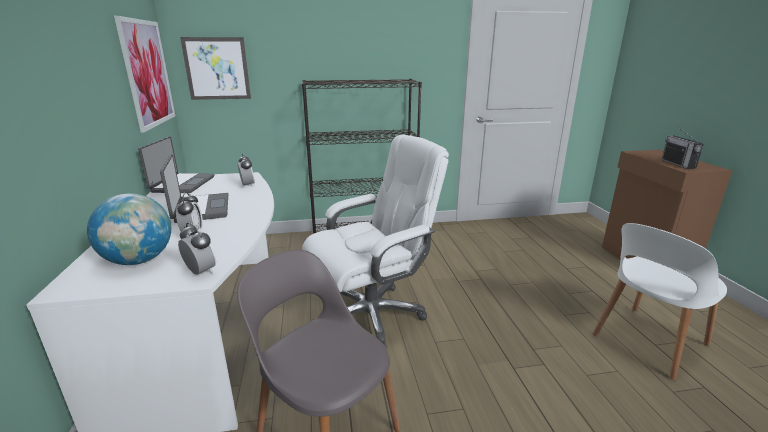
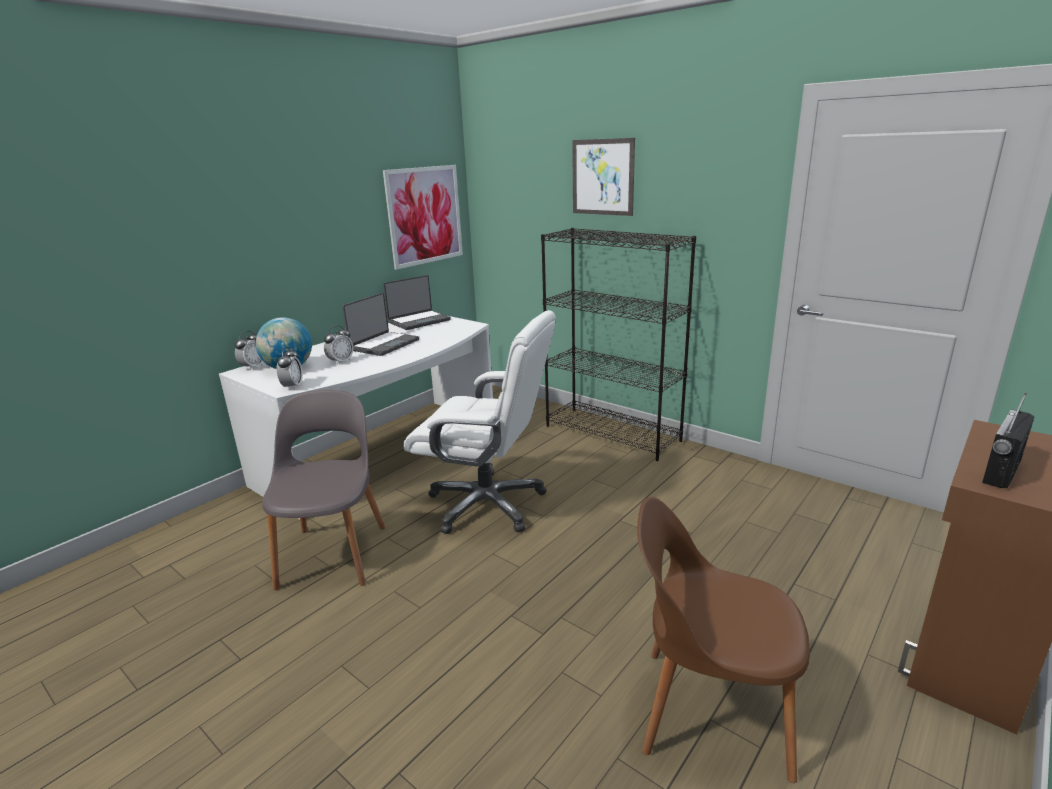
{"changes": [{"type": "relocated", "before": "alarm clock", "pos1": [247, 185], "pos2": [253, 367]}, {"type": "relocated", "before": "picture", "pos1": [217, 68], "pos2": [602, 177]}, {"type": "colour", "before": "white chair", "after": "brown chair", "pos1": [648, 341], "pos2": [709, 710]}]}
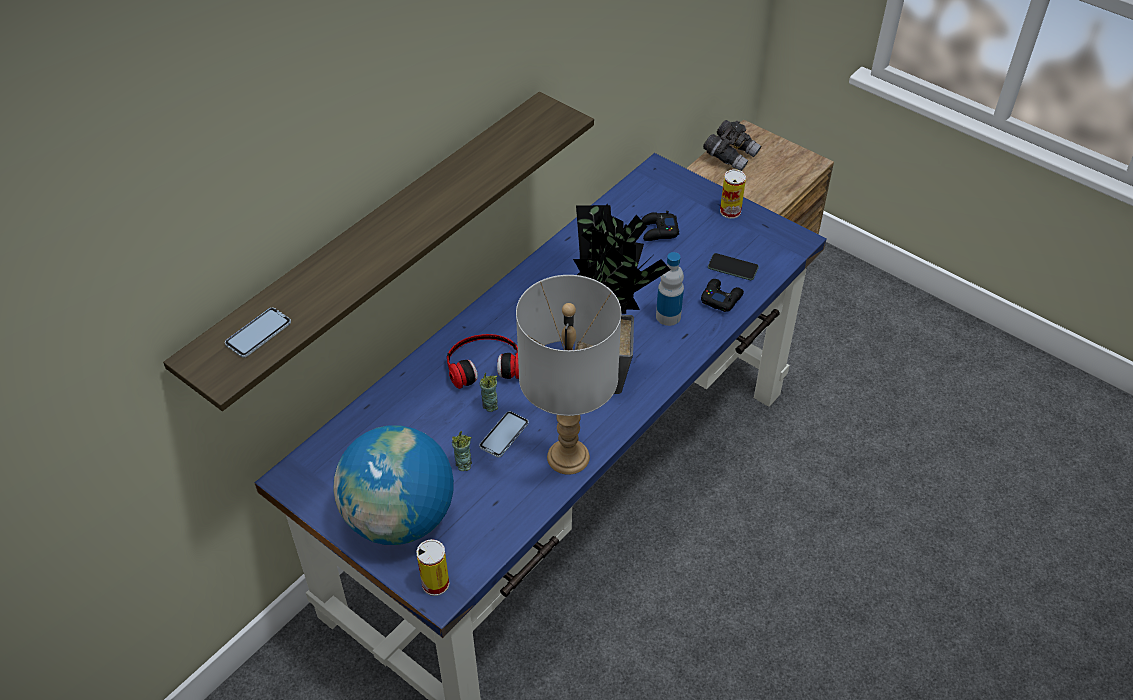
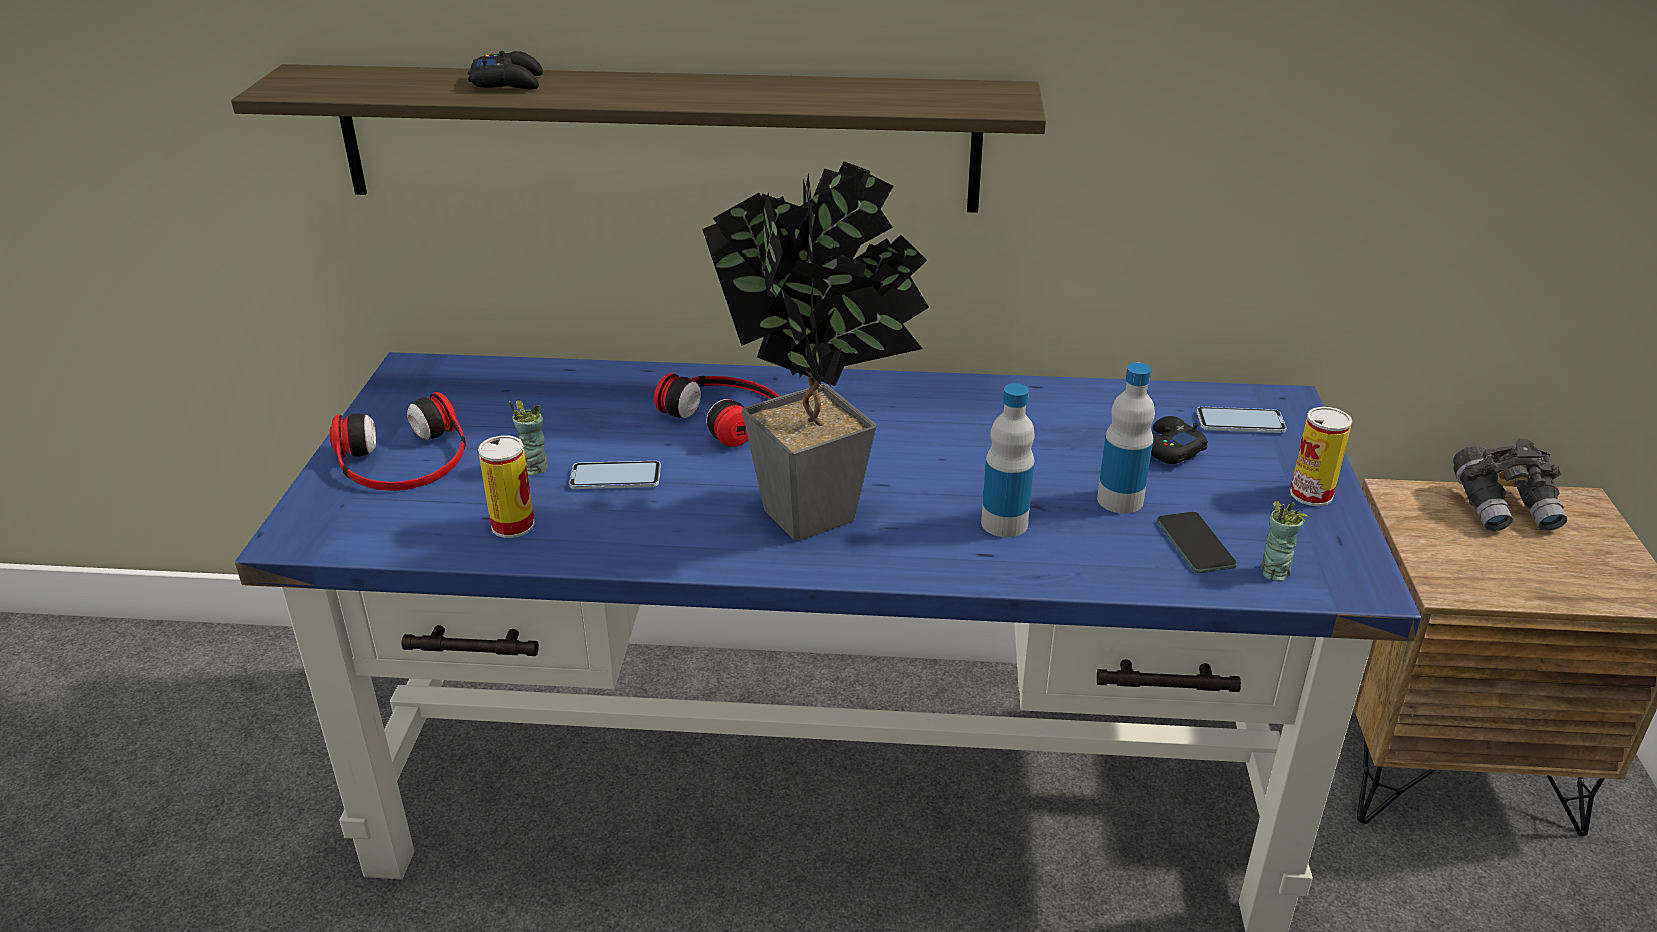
{"changes": [{"type": "exchanged", "before": "globe", "after": "headphones", "pos1": [400, 518], "pos2": [404, 459]}, {"type": "relocated", "before": "black game controller", "pos1": [721, 298], "pos2": [508, 82]}, {"type": "relocated", "before": "can", "pos1": [435, 583], "pos2": [513, 525]}, {"type": "appeared", "after": "bottle", "pos2": [1120, 500]}, {"type": "relocated", "before": "phone", "pos1": [258, 333], "pos2": [1240, 422]}, {"type": "relocated", "before": "cup", "pos1": [490, 405], "pos2": [1274, 572]}, {"type": "missing", "before": "grey table lamp", "pos1": [569, 457]}]}
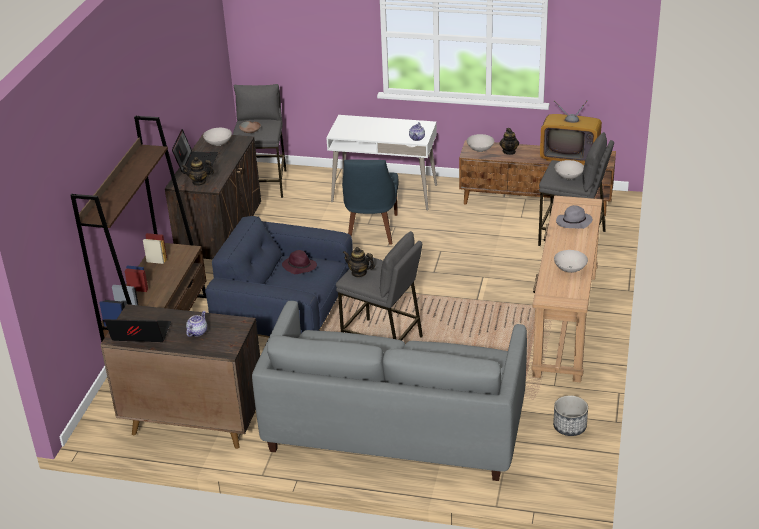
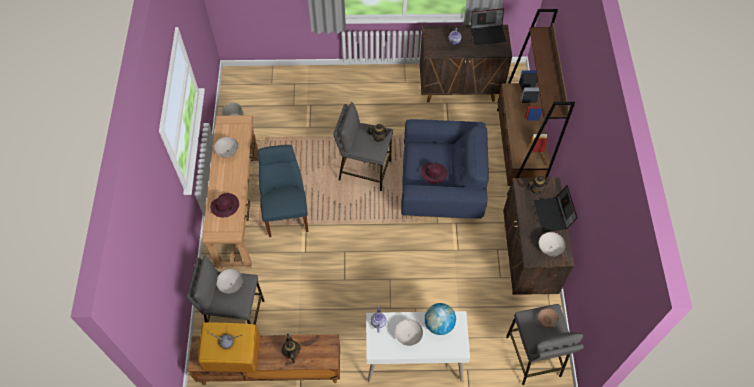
{"changes": [{"type": "colour", "before": "grey hat", "after": "purple hat", "pos1": [573, 222], "pos2": [225, 206]}, {"type": "relocated", "before": "blue chair", "pos1": [371, 230], "pos2": [286, 211]}, {"type": "relocated", "before": "white bowl", "pos1": [480, 150], "pos2": [409, 335]}, {"type": "appeared", "after": "globe", "pos2": [439, 324]}, {"type": "missing", "before": "grey sofa", "pos1": [394, 427]}]}
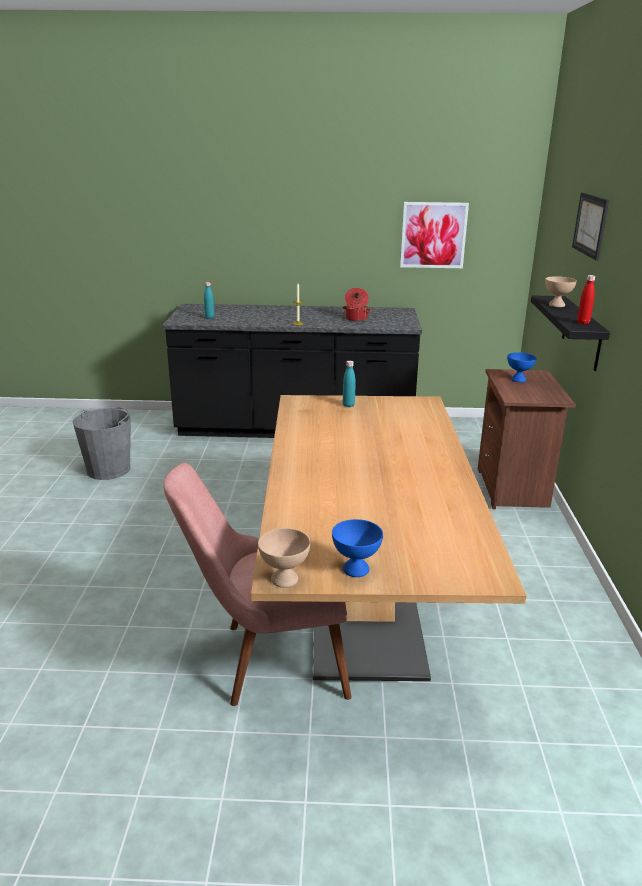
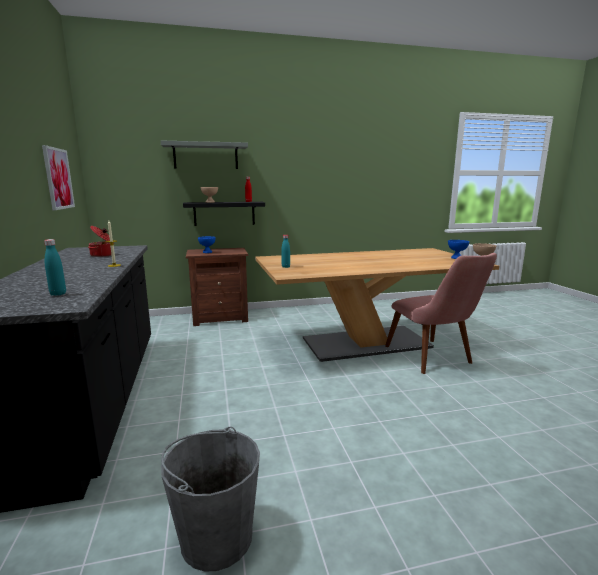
{"changes": [{"type": "exchanged", "before": "picture", "after": "grey shelf", "pos1": [590, 225], "pos2": [205, 156]}]}
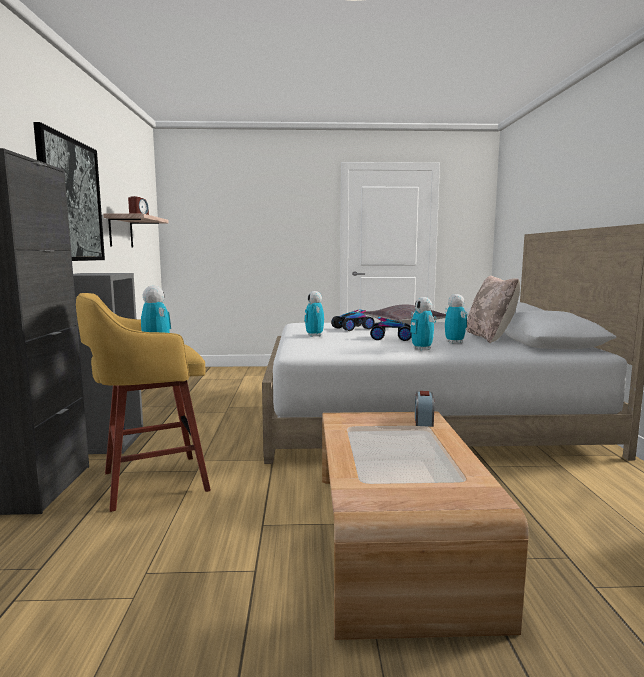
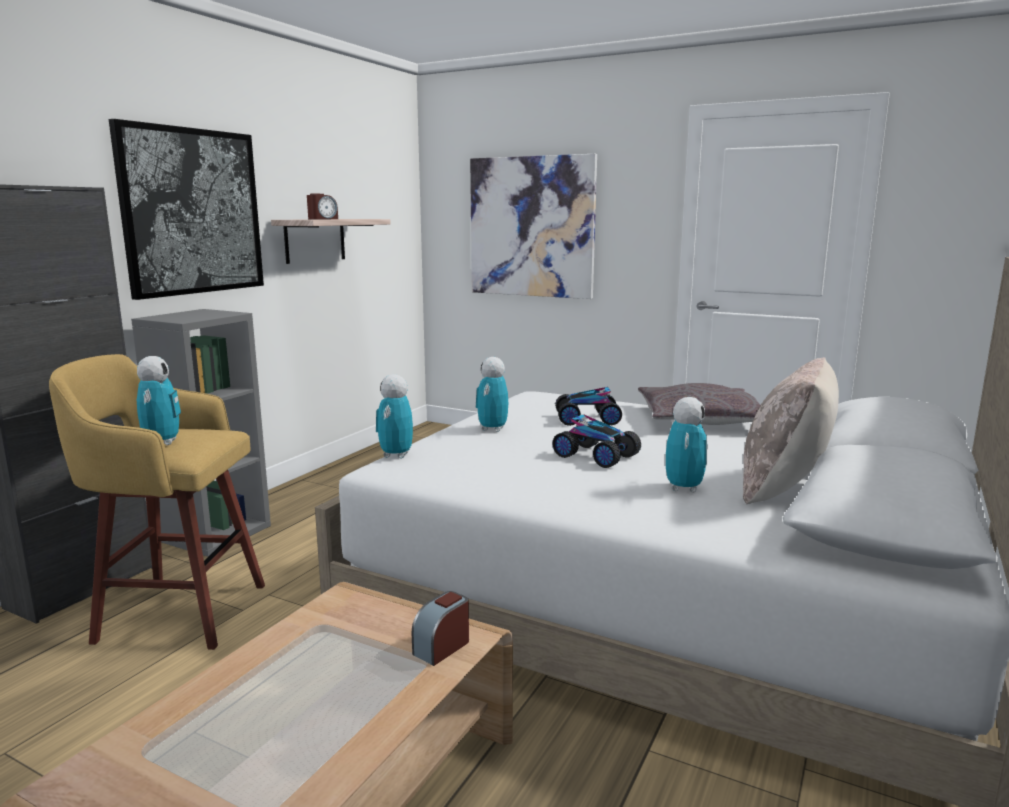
{"changes": [{"type": "relocated", "before": "toy robot", "pos1": [421, 349], "pos2": [396, 455]}, {"type": "appeared", "after": "picture", "pos2": [531, 227]}]}
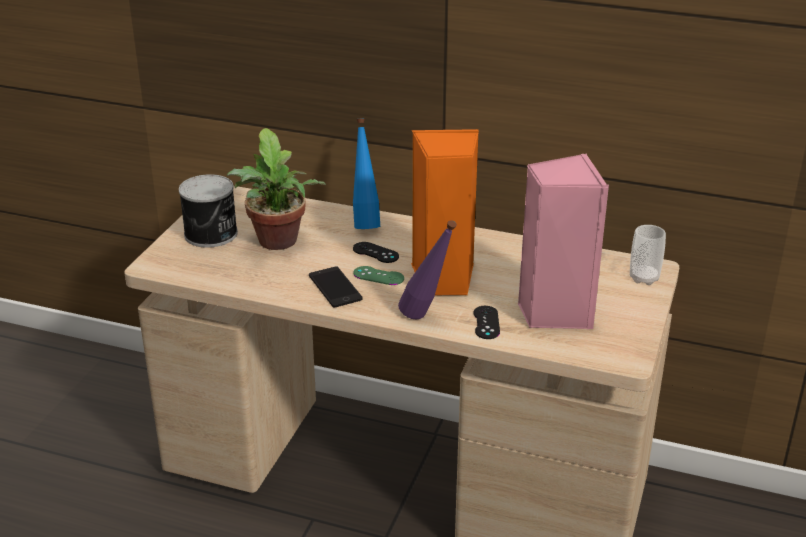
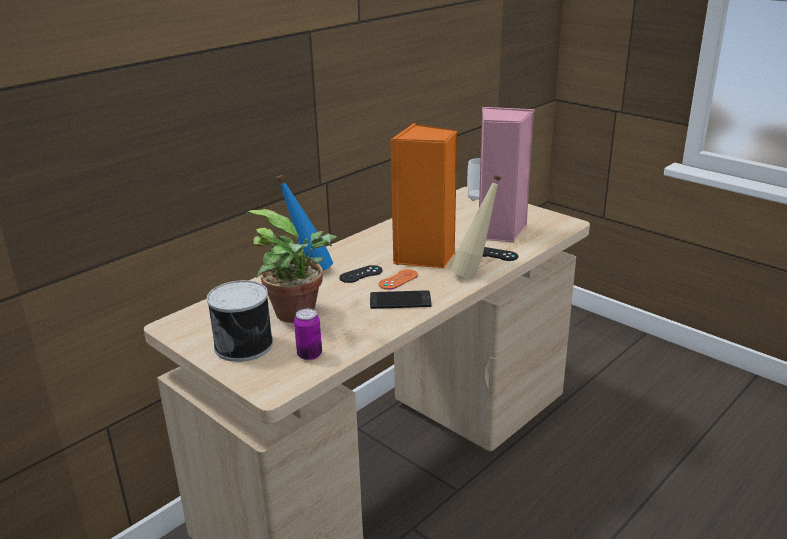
{"changes": [{"type": "appeared", "after": "can", "pos2": [309, 355]}, {"type": "colour", "before": "green game controller", "after": "orange game controller", "pos1": [378, 276], "pos2": [398, 280]}, {"type": "colour", "before": "purple bottle", "after": "beige bottle", "pos1": [426, 318], "pos2": [475, 273]}]}
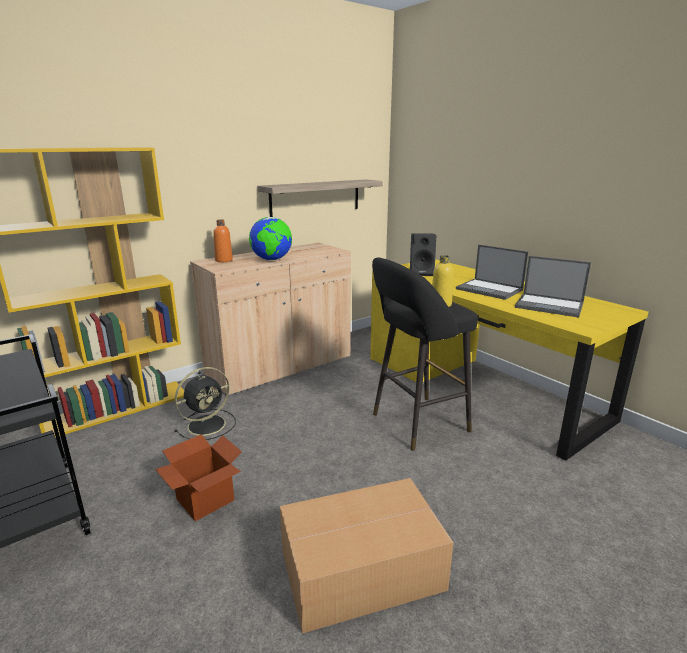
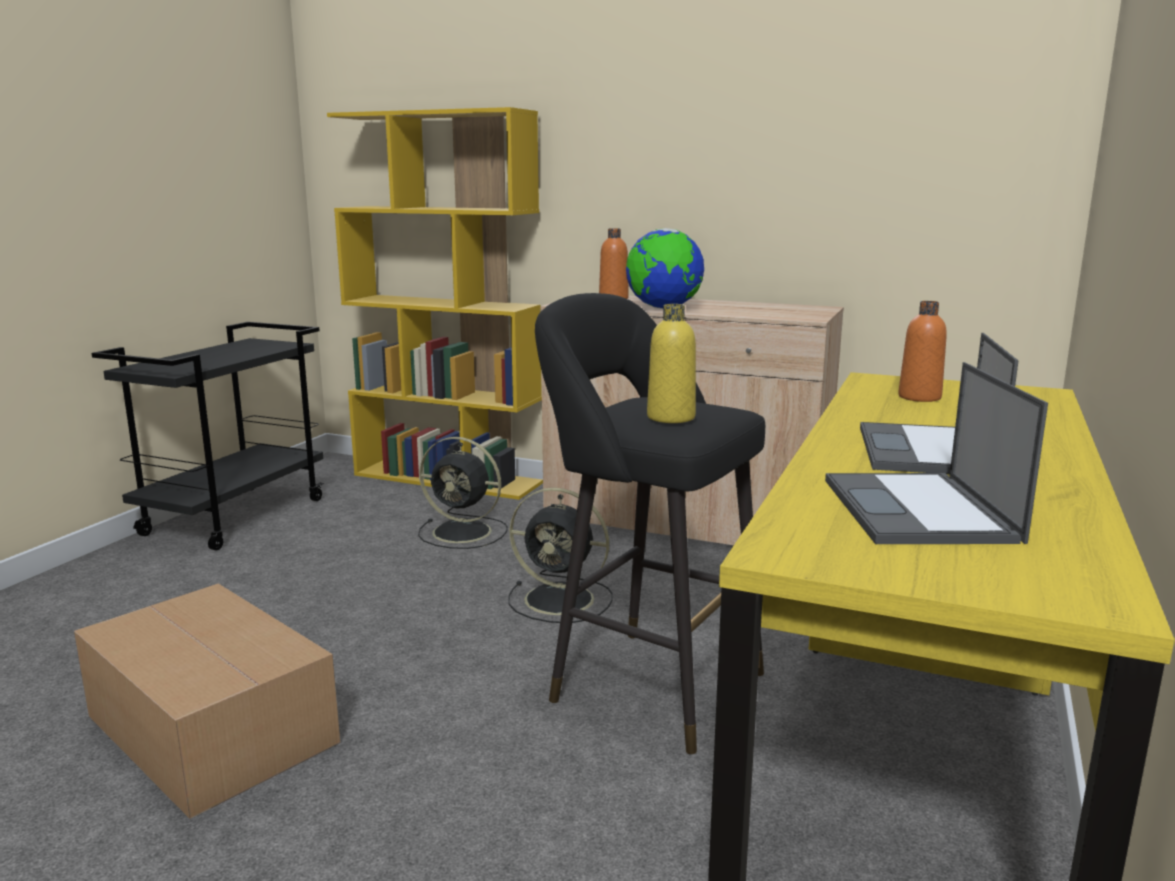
{"changes": [{"type": "appeared", "after": "black fan", "pos2": [562, 600]}, {"type": "exchanged", "before": "black speaker", "after": "orange bottle", "pos1": [422, 273], "pos2": [919, 397]}, {"type": "missing", "before": "cardboard box", "pos1": [205, 499]}, {"type": "missing", "before": "shelf", "pos1": [315, 197]}]}
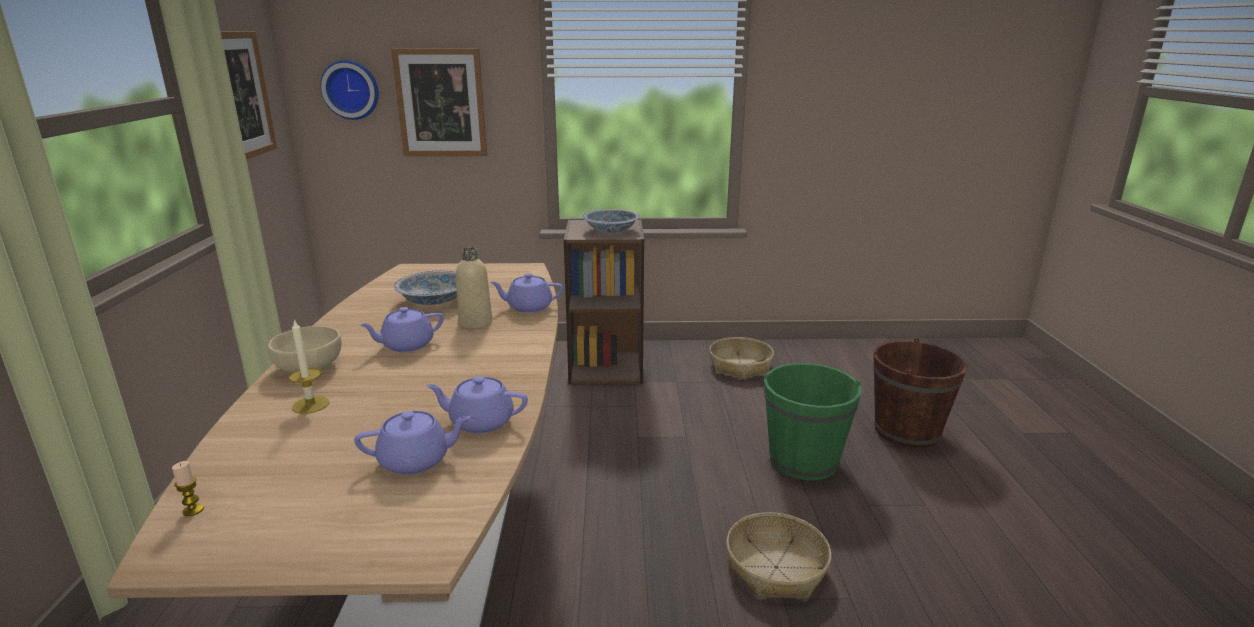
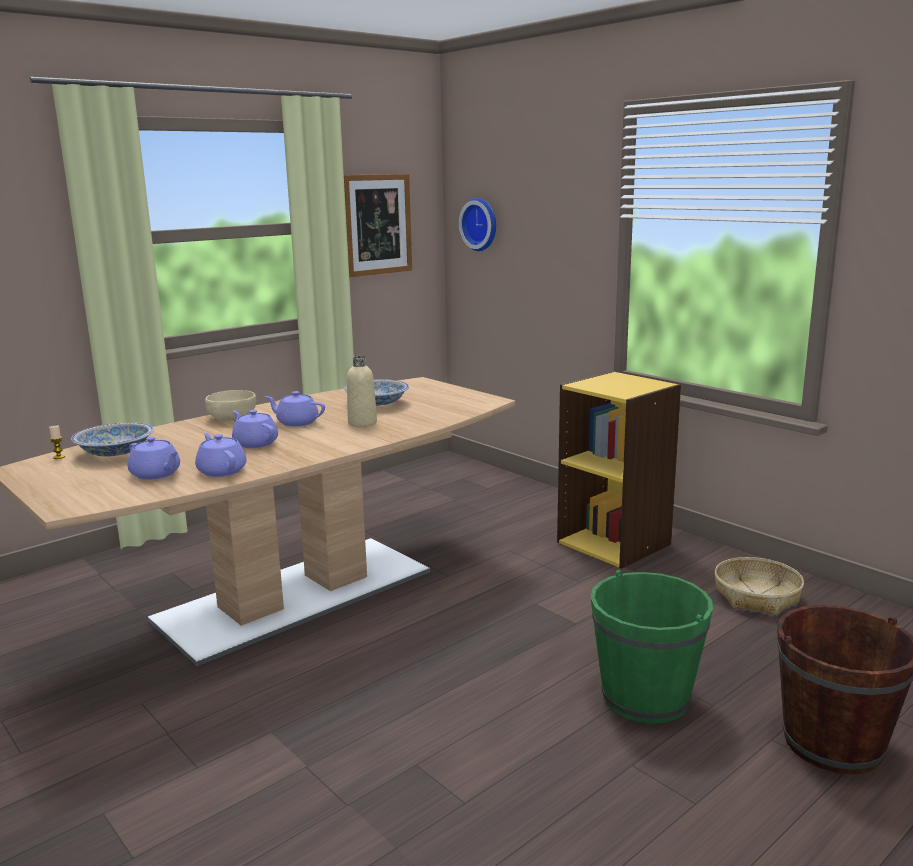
{"changes": [{"type": "relocated", "before": "bowl", "pos1": [611, 230], "pos2": [116, 453]}, {"type": "relocated", "before": "purple teapot", "pos1": [528, 307], "pos2": [255, 443]}, {"type": "colour", "before": "brown bookcase", "after": "yellow bookcase", "pos1": [606, 367], "pos2": [614, 543]}, {"type": "missing", "before": "candle", "pos1": [310, 405]}, {"type": "missing", "before": "picture", "pos1": [441, 103]}, {"type": "missing", "before": "basket", "pos1": [776, 567]}]}
